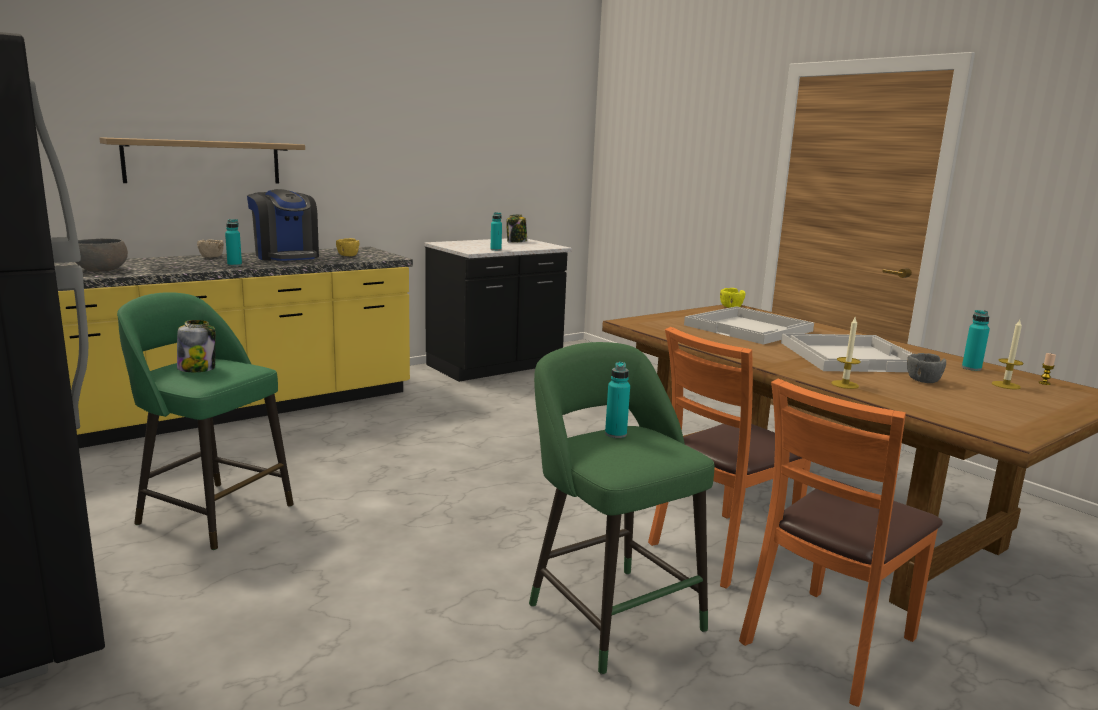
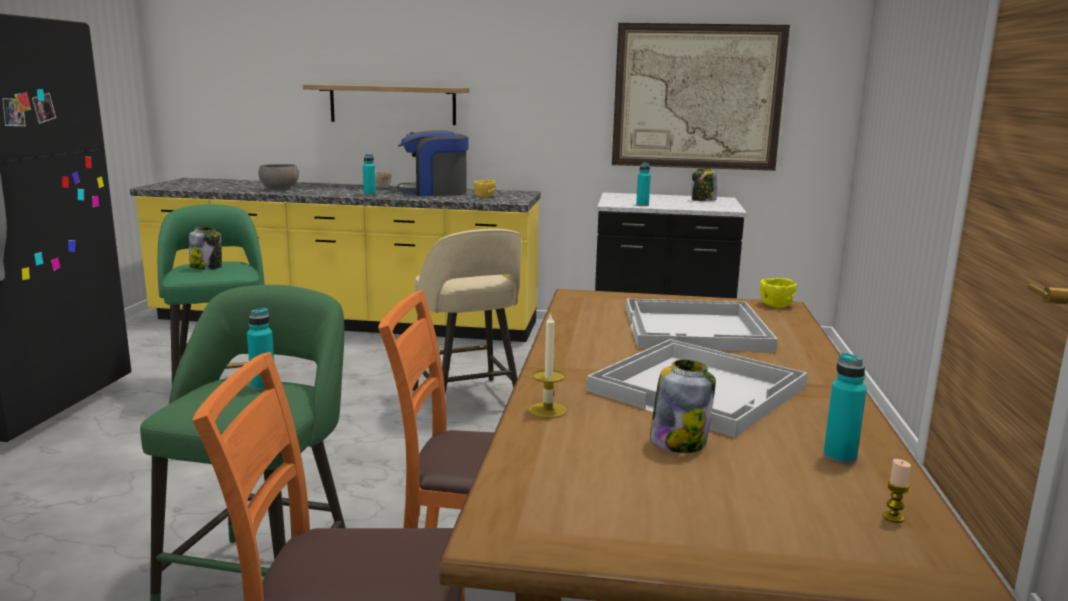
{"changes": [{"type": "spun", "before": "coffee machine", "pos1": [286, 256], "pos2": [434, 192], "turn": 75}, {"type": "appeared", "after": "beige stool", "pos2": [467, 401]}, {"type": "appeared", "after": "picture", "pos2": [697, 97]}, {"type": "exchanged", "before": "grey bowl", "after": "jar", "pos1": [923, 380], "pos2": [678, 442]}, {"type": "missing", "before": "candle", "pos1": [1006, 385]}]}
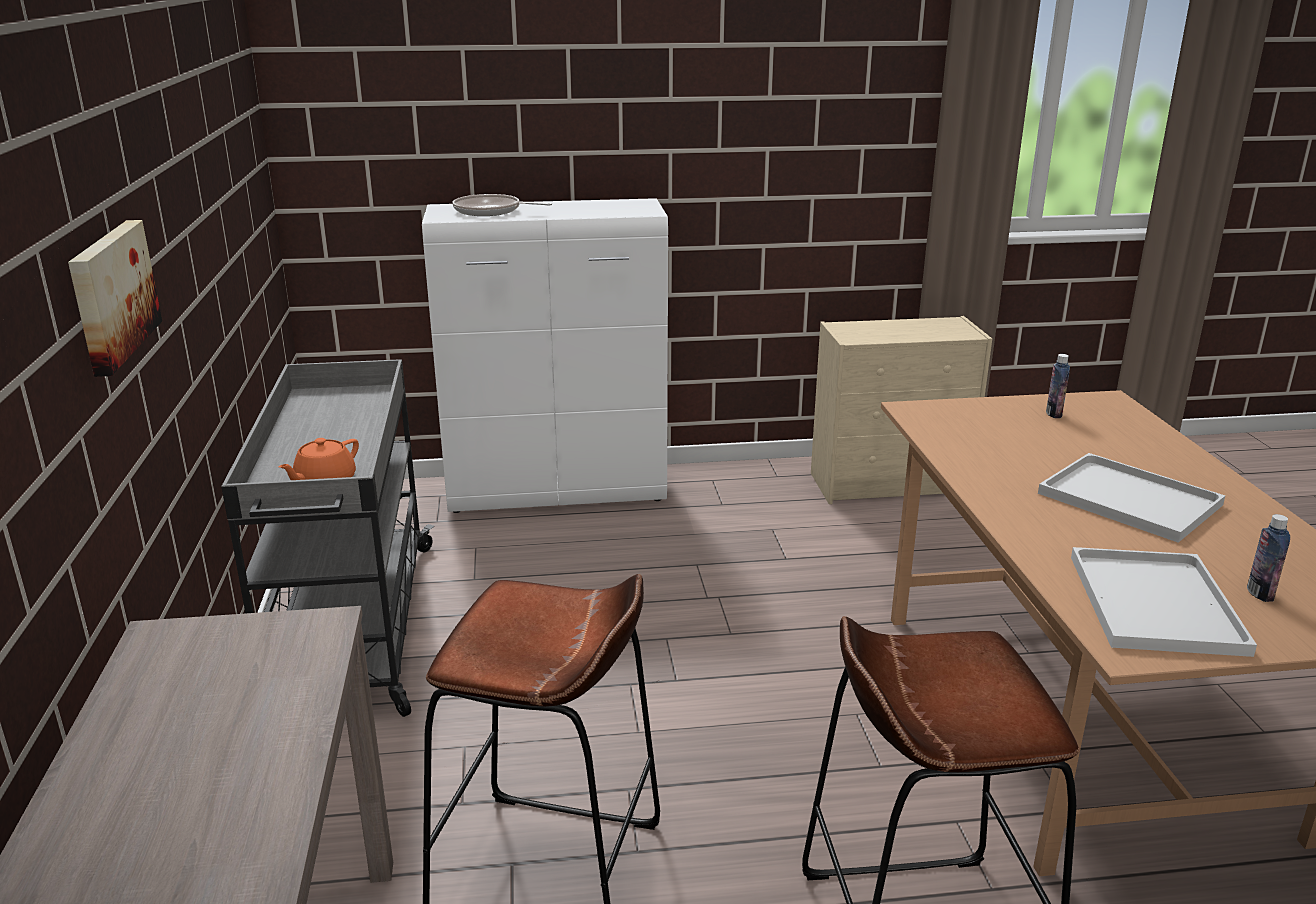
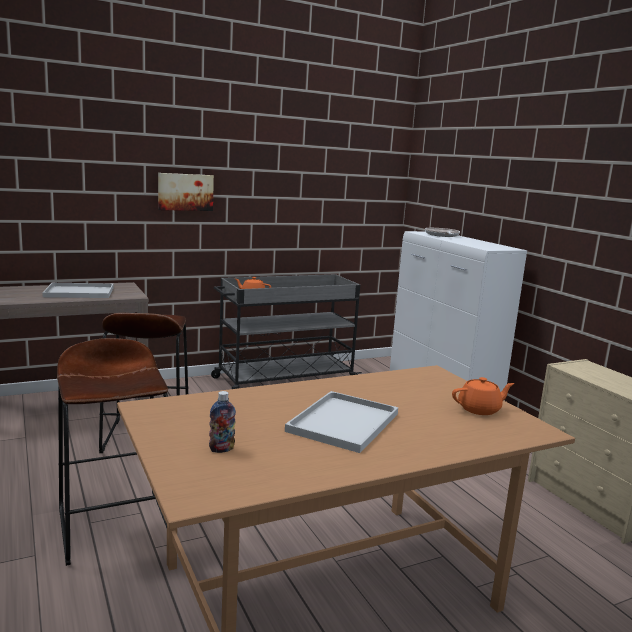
{"changes": [{"type": "relocated", "before": "white tray", "pos1": [1158, 605], "pos2": [78, 292]}, {"type": "exchanged", "before": "bottle", "after": "orange teapot", "pos1": [1053, 414], "pos2": [480, 409]}]}
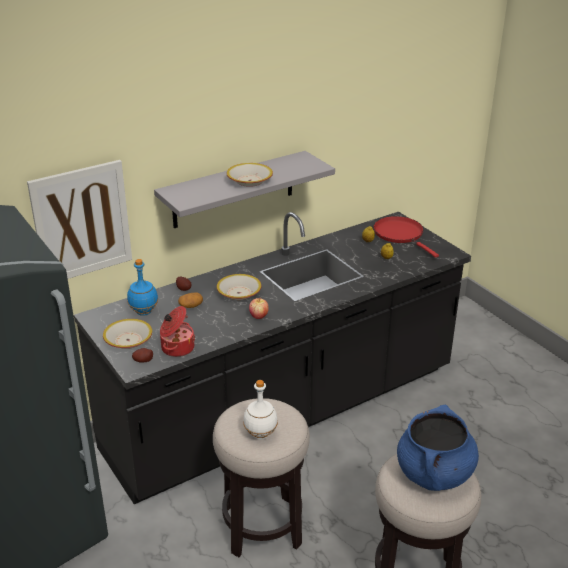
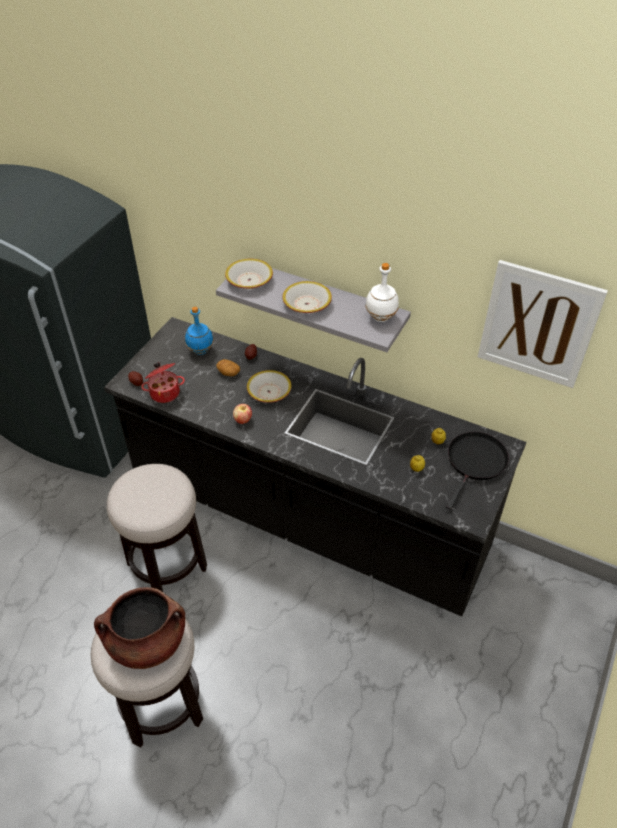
{"changes": [{"type": "colour", "before": "blue cooking pot", "after": "brown cooking pot", "pos1": [434, 473], "pos2": [147, 642]}, {"type": "relocated", "before": "bowl", "pos1": [128, 340], "pos2": [249, 280]}, {"type": "relocated", "before": "white bottle", "pos1": [260, 434], "pos2": [380, 317]}, {"type": "colour", "before": "red frying pan", "after": "black frying pan", "pos1": [400, 234], "pos2": [475, 462]}, {"type": "relocated", "before": "picture", "pos1": [82, 222], "pos2": [538, 324]}]}
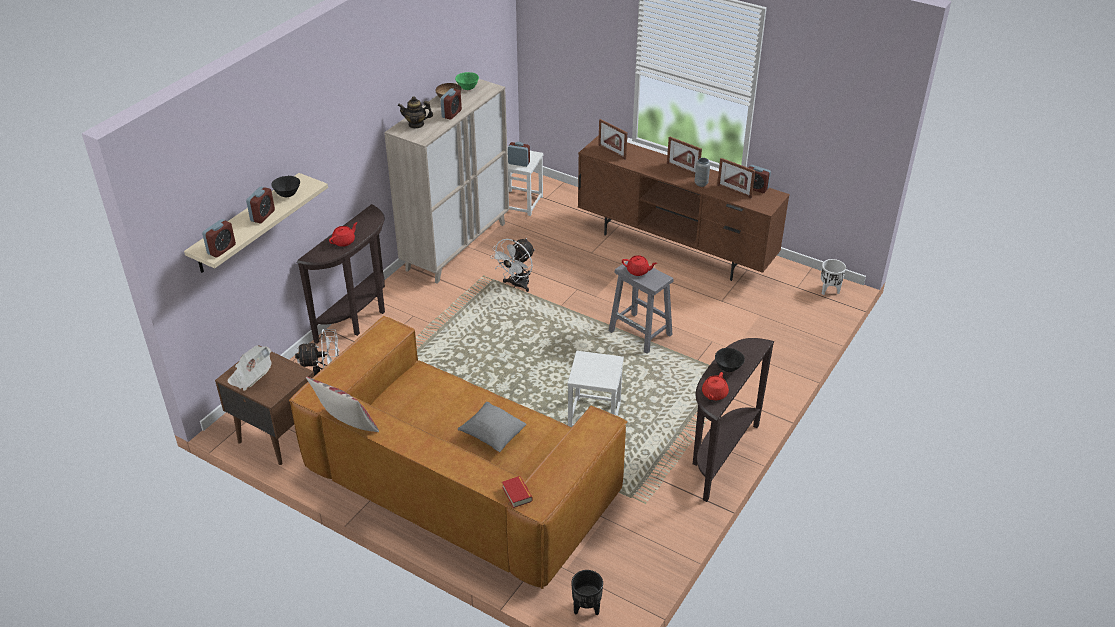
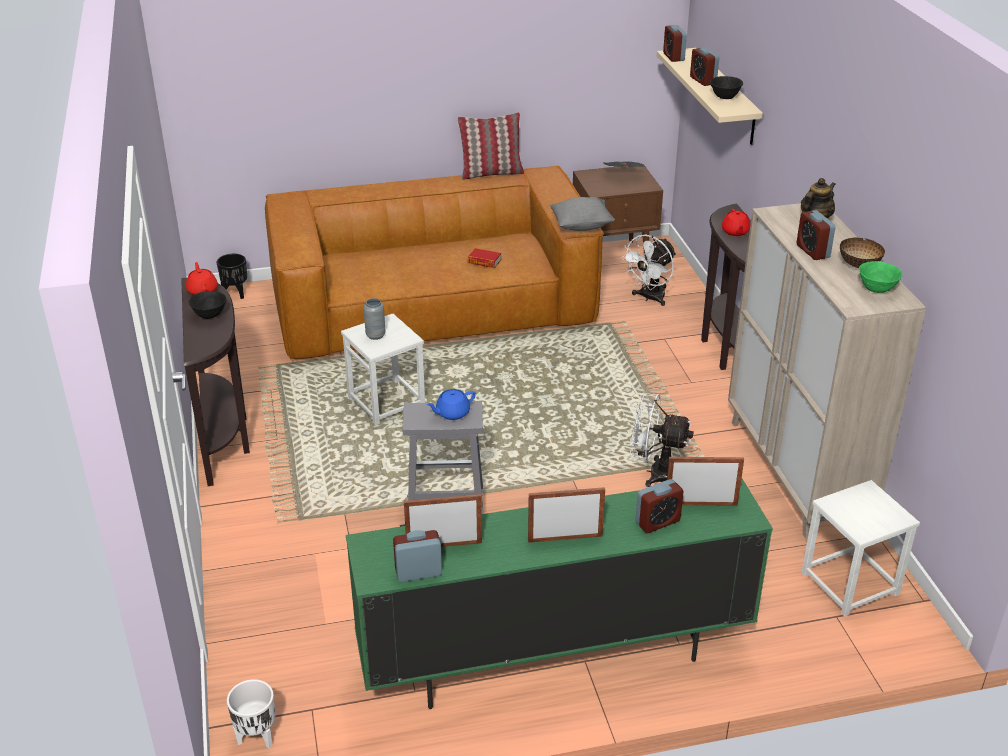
{"changes": [{"type": "colour", "before": "brown tv stand", "after": "green tv stand", "pos1": [676, 248], "pos2": [553, 658]}, {"type": "relocated", "before": "grey vase", "pos1": [701, 183], "pos2": [375, 335]}, {"type": "colour", "before": "red teapot", "after": "blue teapot", "pos1": [638, 271], "pos2": [452, 413]}, {"type": "relocated", "before": "book", "pos1": [517, 494], "pos2": [484, 261]}, {"type": "relocated", "before": "grey pillow", "pos1": [493, 435], "pos2": [582, 226]}, {"type": "spun", "before": "white fan", "pos1": [517, 285], "pos2": [655, 473], "turn": -60}, {"type": "relocated", "before": "alarm clock", "pos1": [519, 163], "pos2": [657, 522]}]}
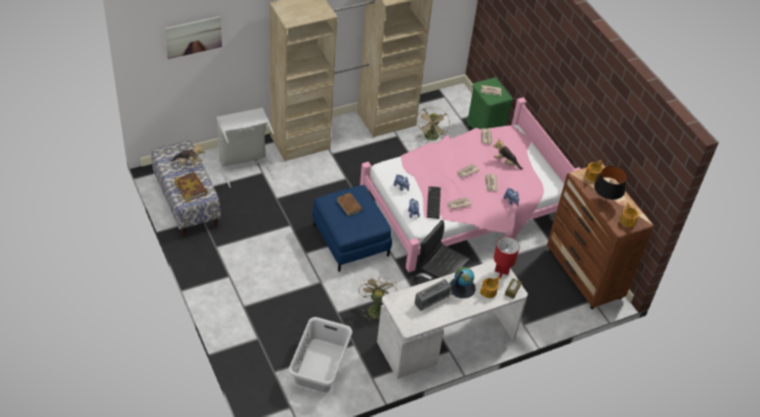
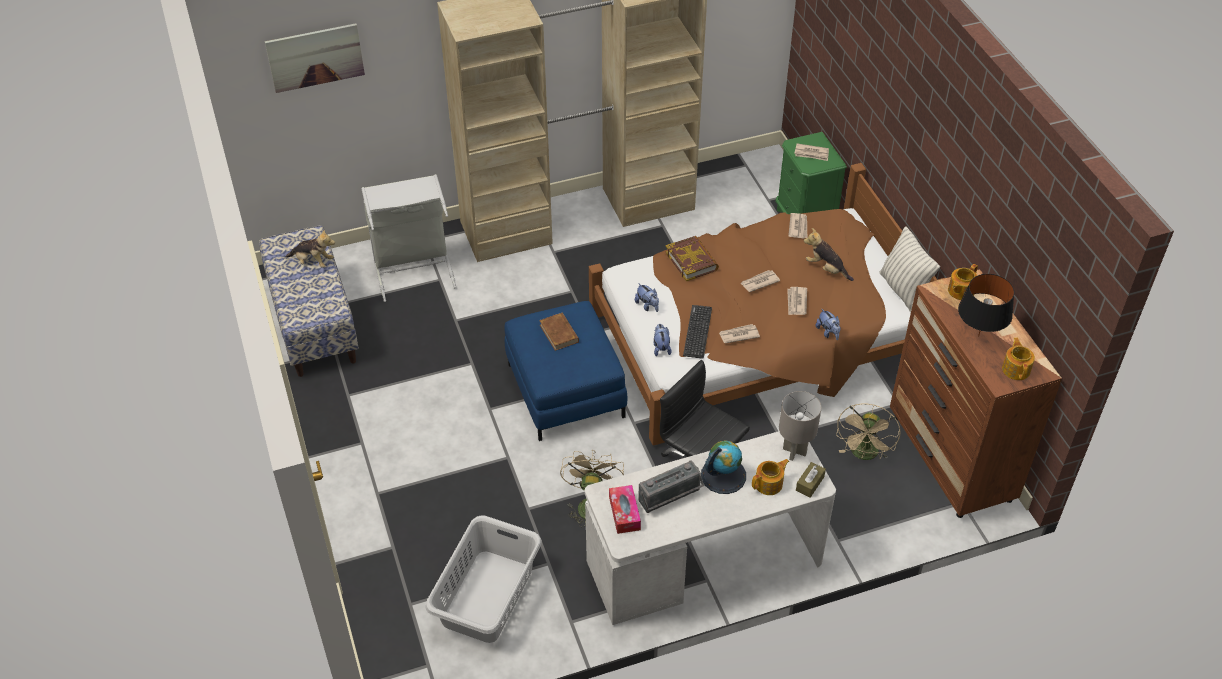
{"changes": [{"type": "colour", "before": "pink bed", "after": "brown bed", "pos1": [462, 207], "pos2": [754, 342]}, {"type": "appeared", "after": "tissue box", "pos2": [624, 513]}, {"type": "relocated", "before": "book", "pos1": [191, 188], "pos2": [692, 261]}, {"type": "colour", "before": "red table lamp", "after": "grey table lamp", "pos1": [501, 272], "pos2": [794, 451]}, {"type": "relocated", "before": "beige fan", "pos1": [431, 138], "pos2": [864, 455]}, {"type": "appeared", "after": "pillow", "pos2": [903, 290]}]}
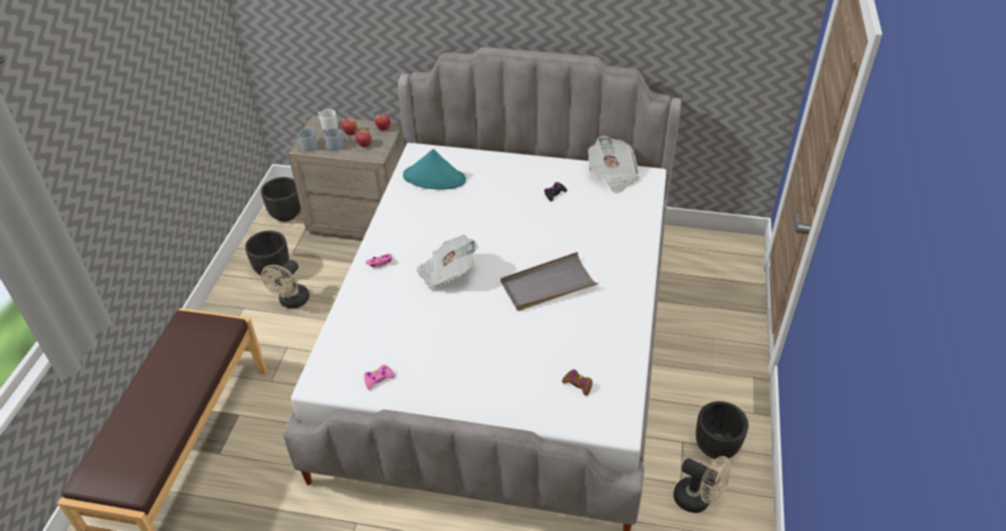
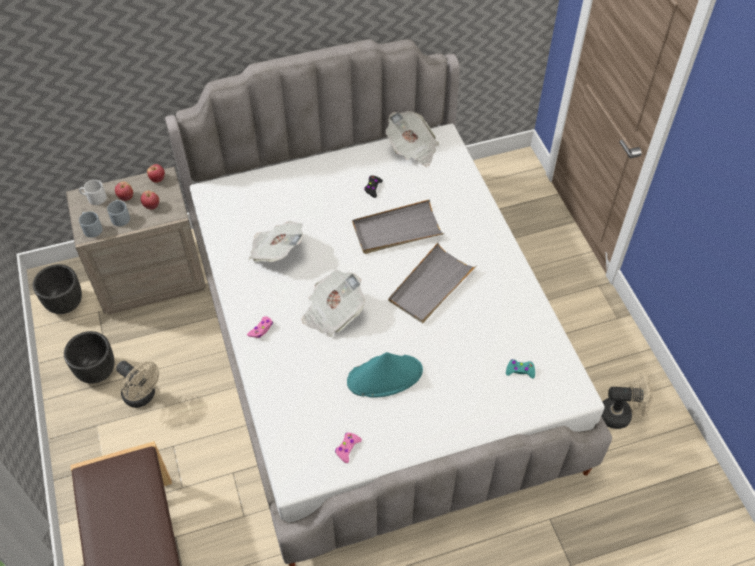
{"changes": [{"type": "spun", "before": "beige fan", "pos1": [291, 302], "pos2": [143, 396], "turn": -45}, {"type": "appeared", "after": "newspaper", "pos2": [276, 251]}, {"type": "relocated", "before": "turquoise hat", "pos1": [434, 178], "pos2": [385, 376]}, {"type": "appeared", "after": "grey tray", "pos2": [397, 230]}, {"type": "colour", "before": "brown game controller", "after": "turquoise game controller", "pos1": [578, 384], "pos2": [520, 370]}, {"type": "missing", "before": "black planter", "pos1": [716, 447]}]}
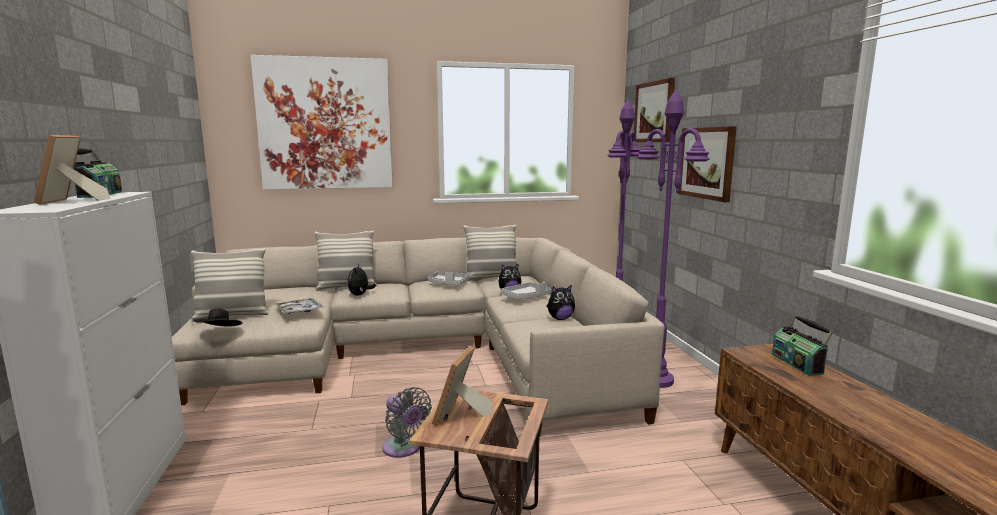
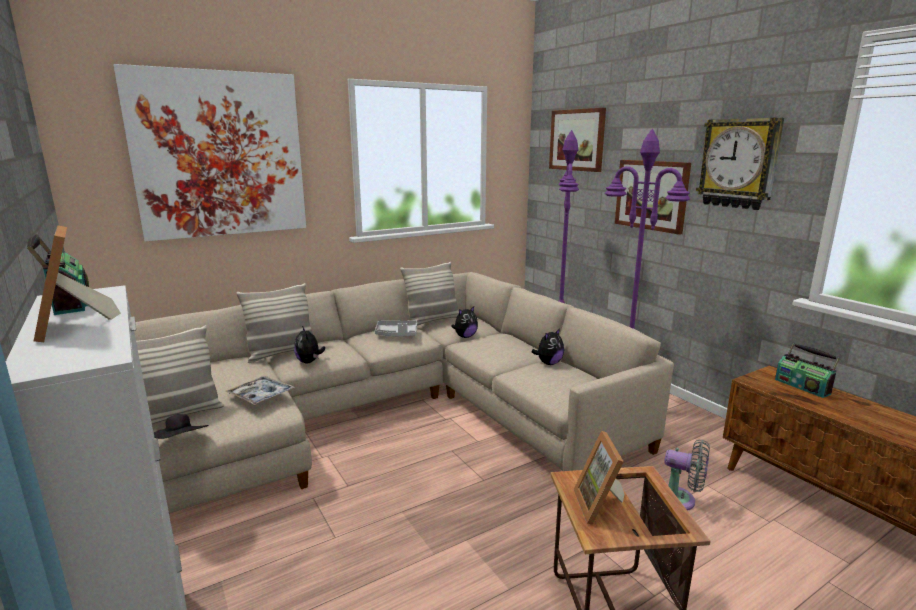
{"changes": [{"type": "relocated", "before": "grey fan", "pos1": [403, 449], "pos2": [680, 500]}, {"type": "appeared", "after": "wall clock", "pos2": [739, 163]}, {"type": "missing", "before": "grey tray", "pos1": [526, 297]}]}
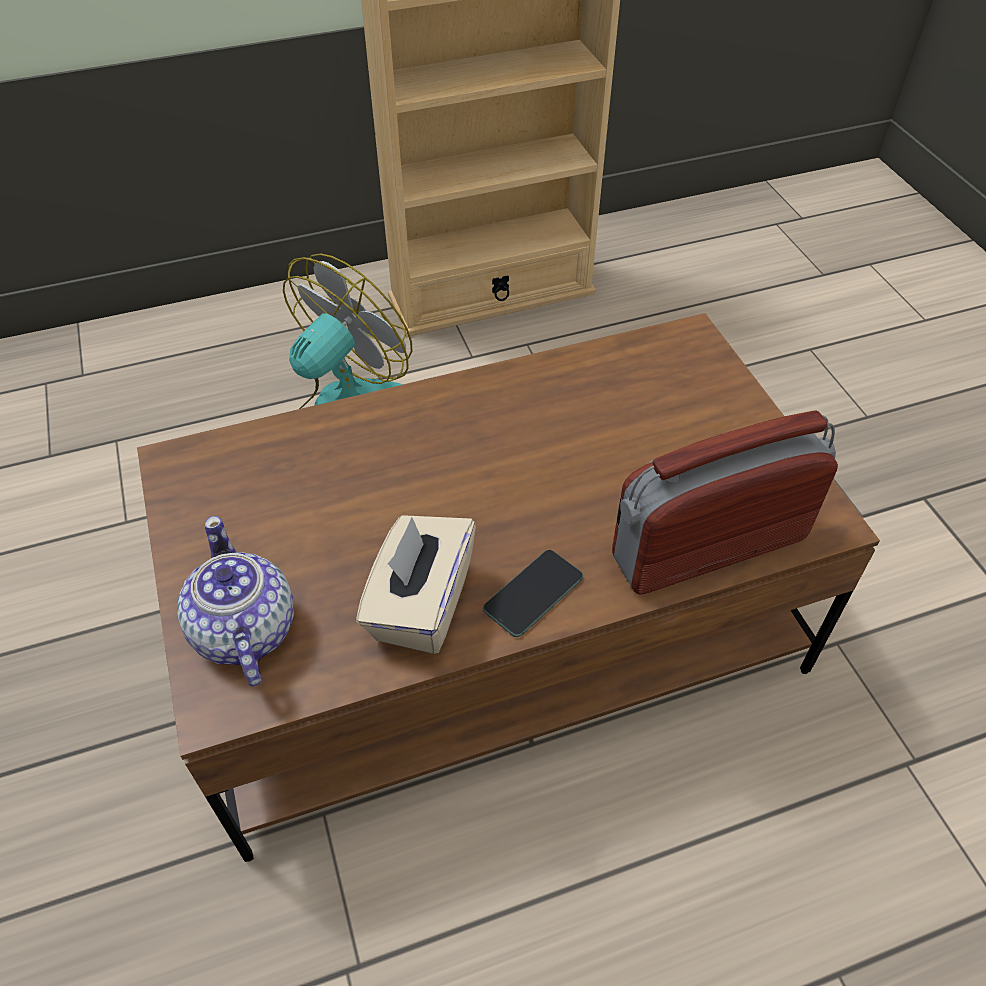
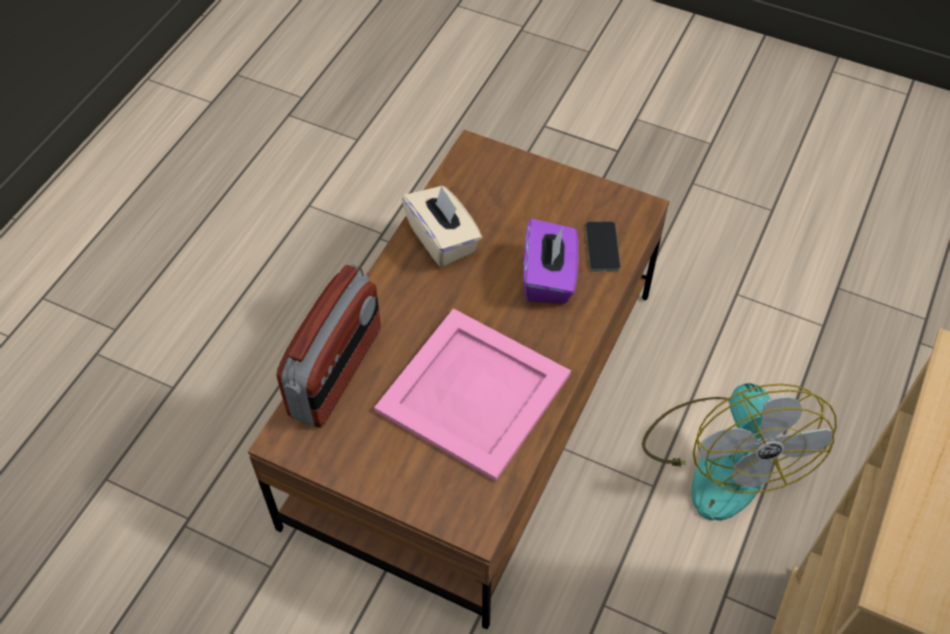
{"changes": [{"type": "appeared", "after": "pink tray", "pos2": [473, 391]}, {"type": "appeared", "after": "purple tissue box", "pos2": [549, 278]}, {"type": "relocated", "before": "phone", "pos1": [533, 593], "pos2": [602, 247]}, {"type": "missing", "before": "teapot", "pos1": [244, 632]}]}
